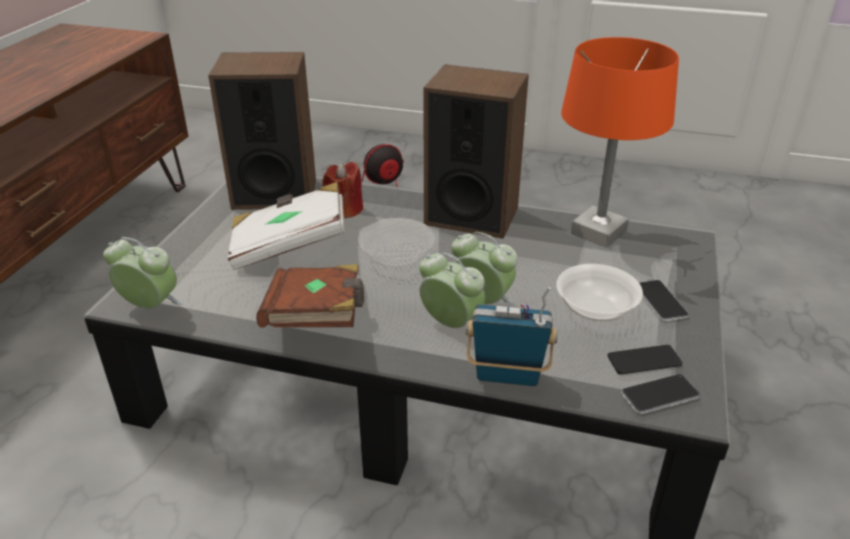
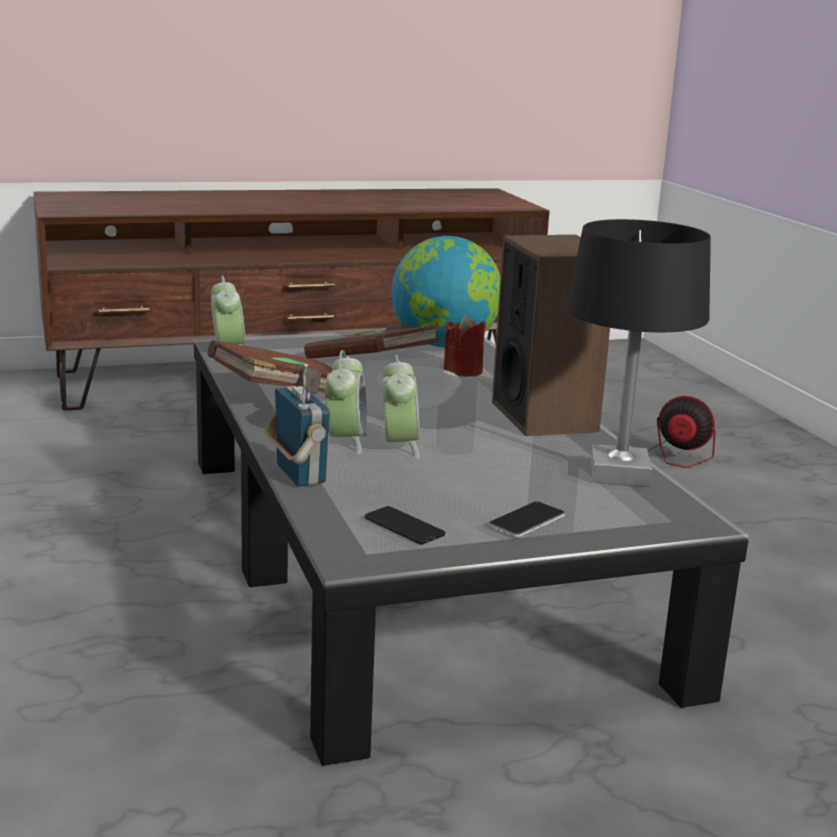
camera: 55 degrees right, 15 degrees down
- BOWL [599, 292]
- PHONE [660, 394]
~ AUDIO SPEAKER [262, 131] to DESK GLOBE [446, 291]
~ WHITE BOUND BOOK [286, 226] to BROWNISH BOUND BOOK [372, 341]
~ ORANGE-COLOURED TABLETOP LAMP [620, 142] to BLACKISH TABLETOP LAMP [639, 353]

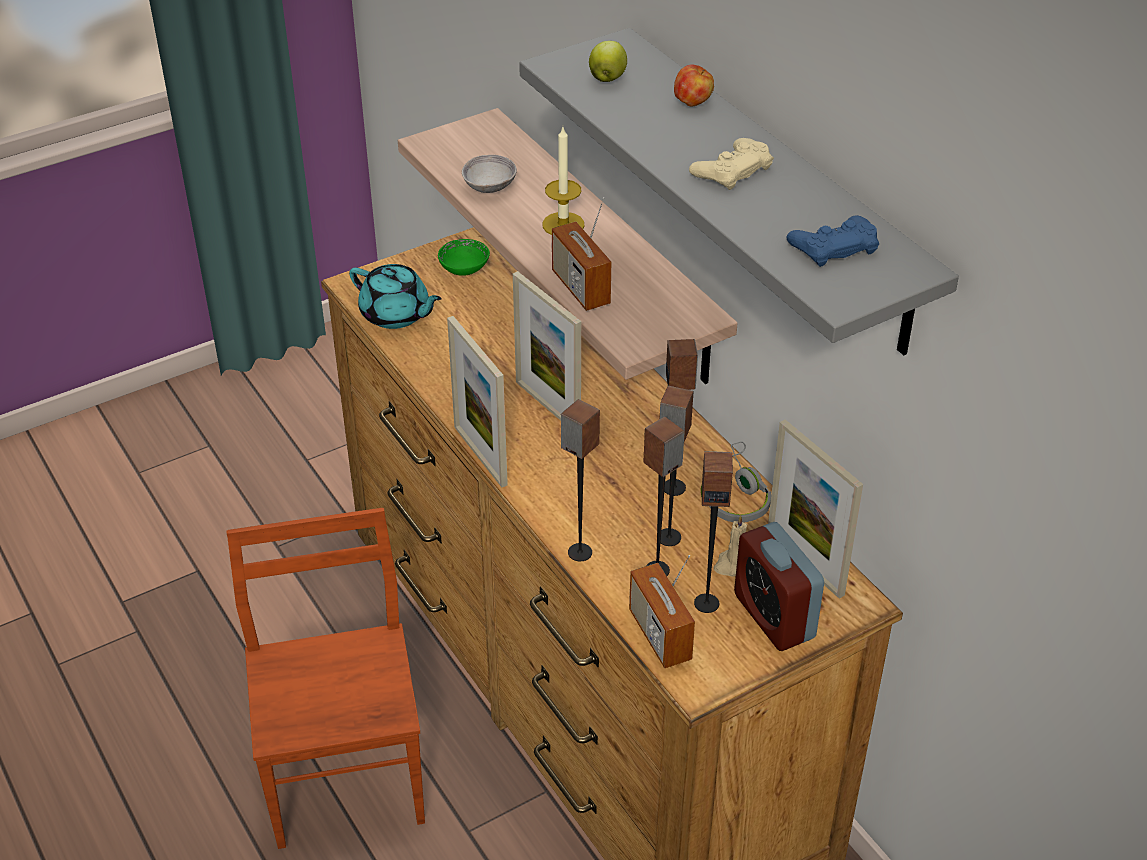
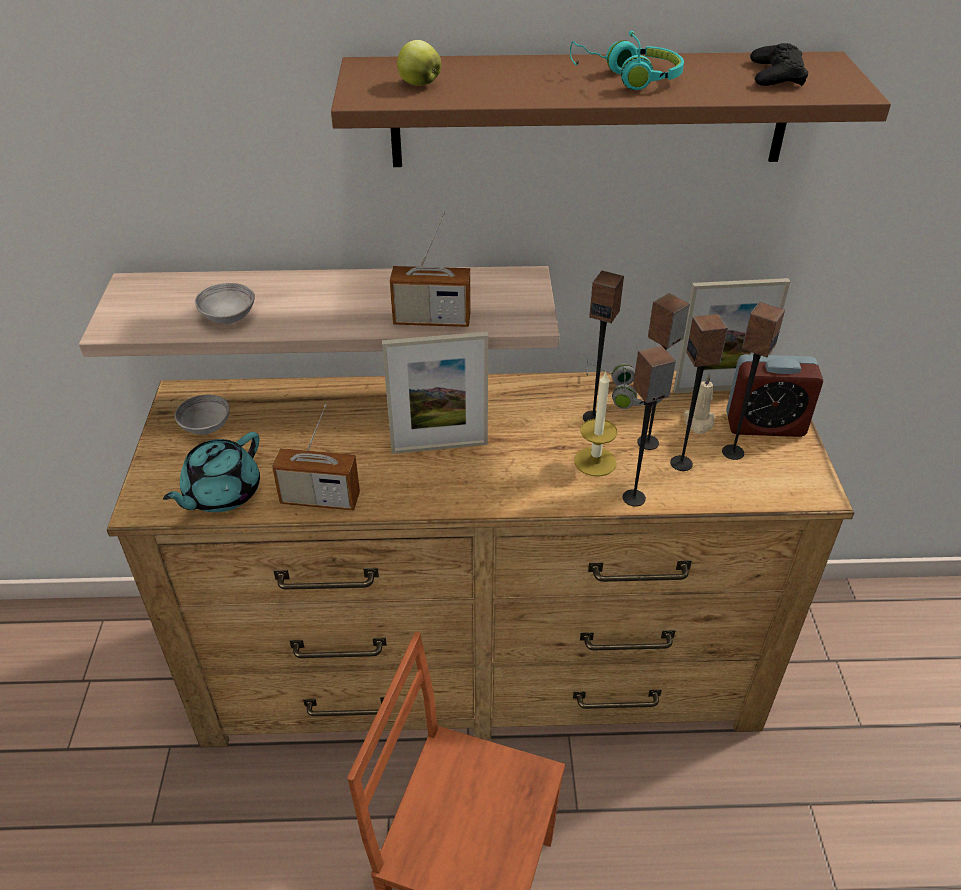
camera: 60 degrees left, 0 degrees up
- PICTURE FRAME [477, 401]
- APPLE [694, 85]
~ CANDLE [563, 181] to [595, 424]
~ RADIO RECEIVER [662, 611] to [316, 457]
~ BEIGE GAMEPAD [731, 164] to TURQUOISE-COLOURED HEADPHONES [627, 60]
~ GREEN BOWL [464, 257] to GRAY BOWL [202, 415]
~ GRAY WALL SHELF [739, 191] to BROWNISH WALL SHELF [611, 109]
~ BLUE-COLOURED GAMEPAD [833, 241] to BLACKISH GAMEPAD [779, 64]
~ TURQUOISE-COLOURED POT FOR TEA [395, 296] = [211, 472] 150 degrees clockwise

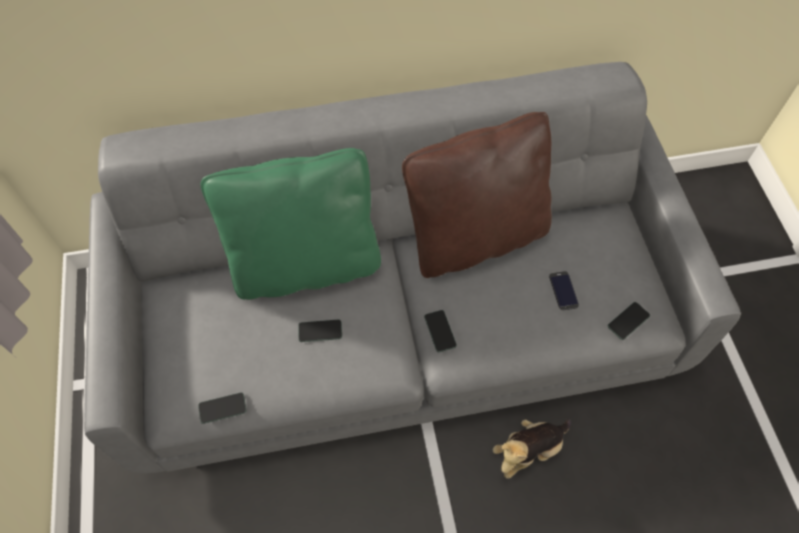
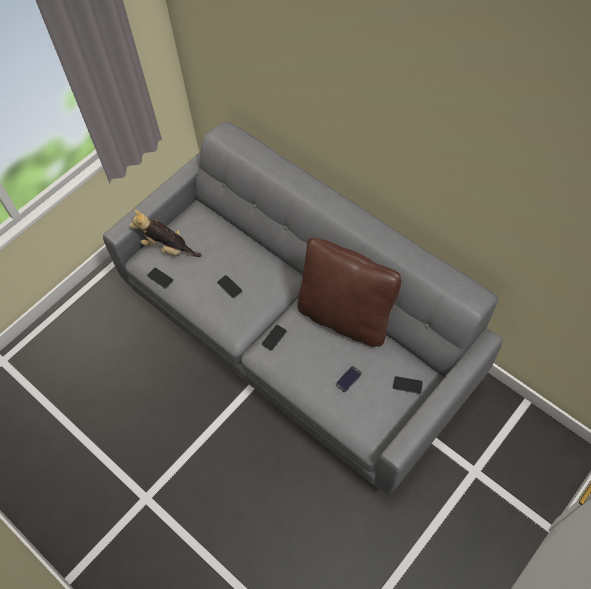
camera: 55 degrees right, 0 degrees up
- GREEN CUSHION [291, 224]
~ PLUSH TOY [532, 449] to [165, 233]
~ PHONE [629, 321] to [408, 385]

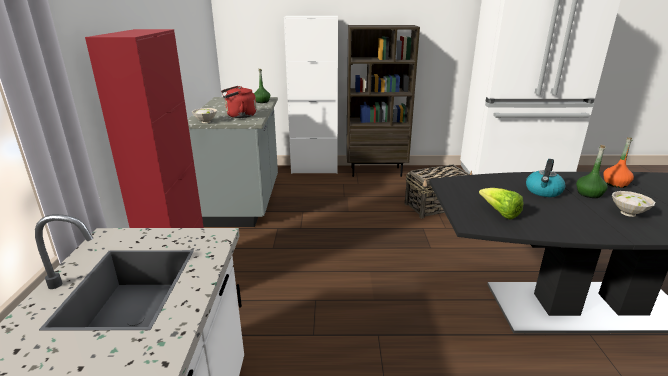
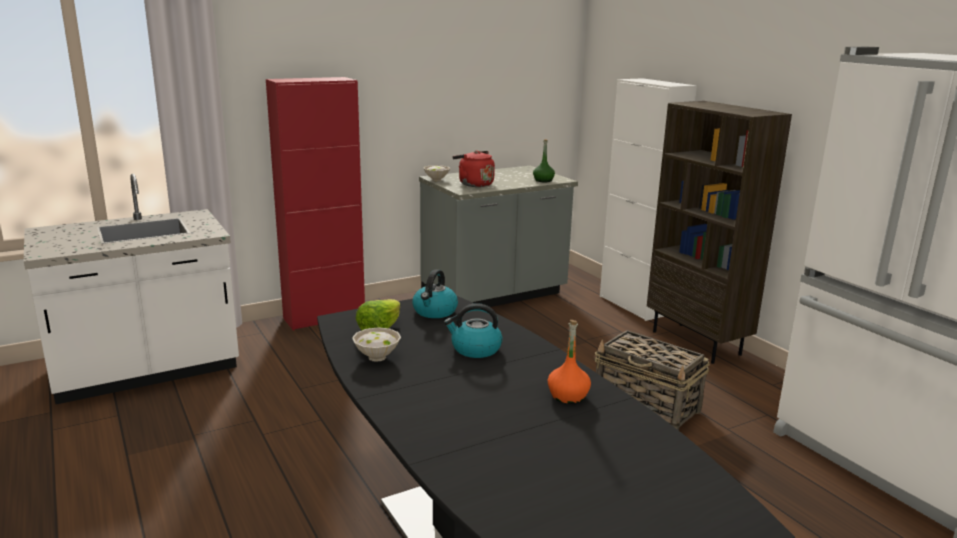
camera: 60 degrees right, 5 degrees down
- GREEN DRINK BOTTLE [592, 171]
+ WATER KETTLE [435, 293]
~ WHITE BOWL [633, 204] to [376, 344]

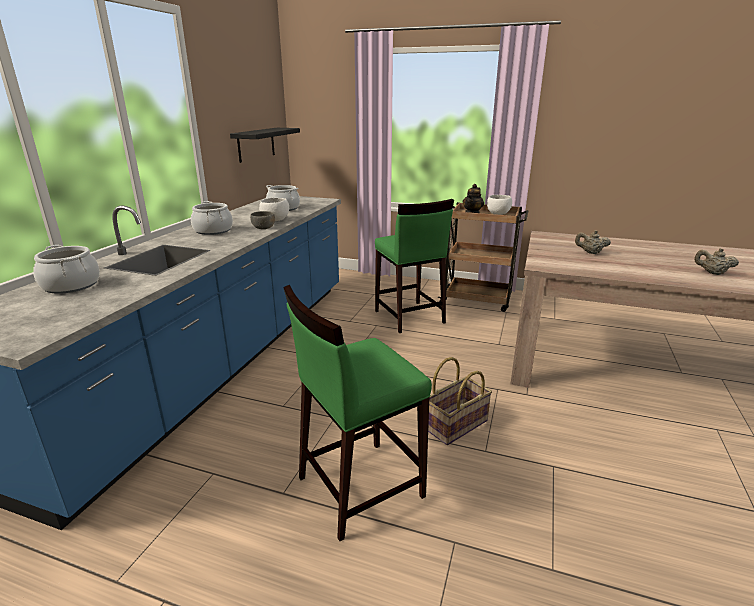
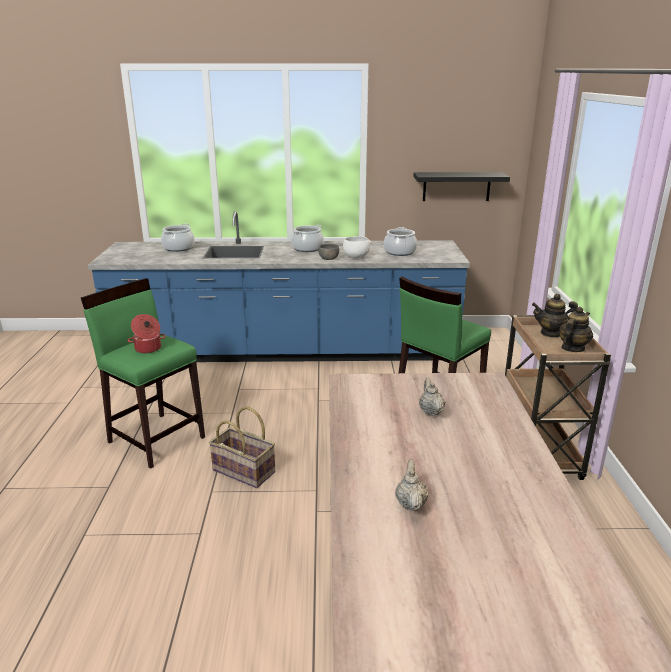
camera: 70 degrees right, 0 degrees up
+ STOCKPOT [147, 333]
~ WHITE BOWL [499, 205] to POT FOR TEA [576, 329]

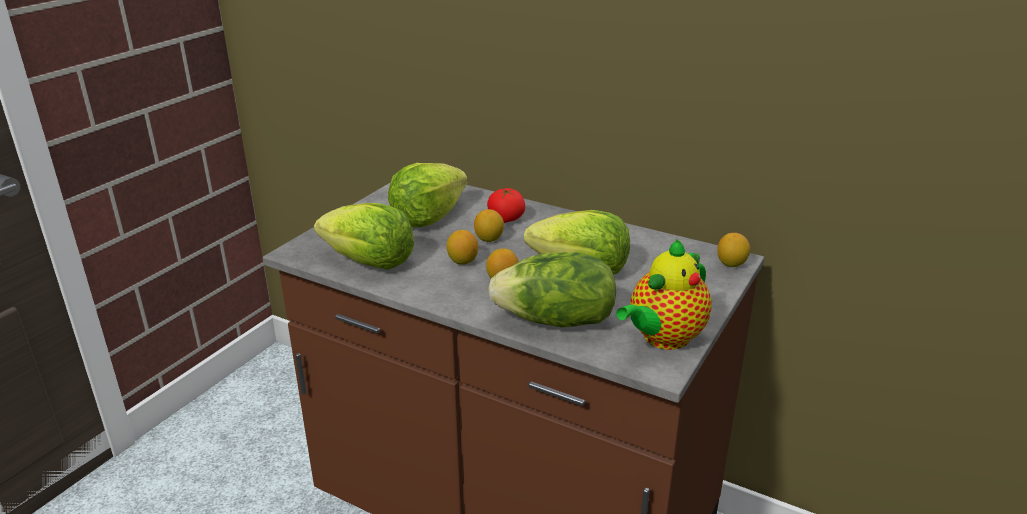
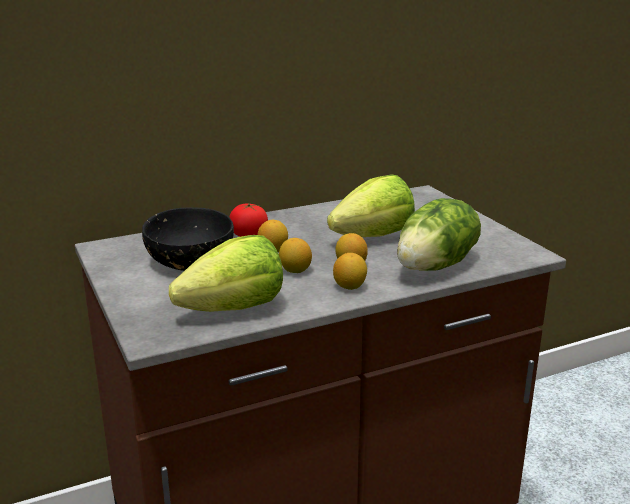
camera: 55 degrees left, 5 degrees down
- POT FOR TEA [664, 294]
~ LEMON [733, 250] to [350, 271]
~ LETTUCE [428, 195] to BLACKISH BOWL [188, 239]

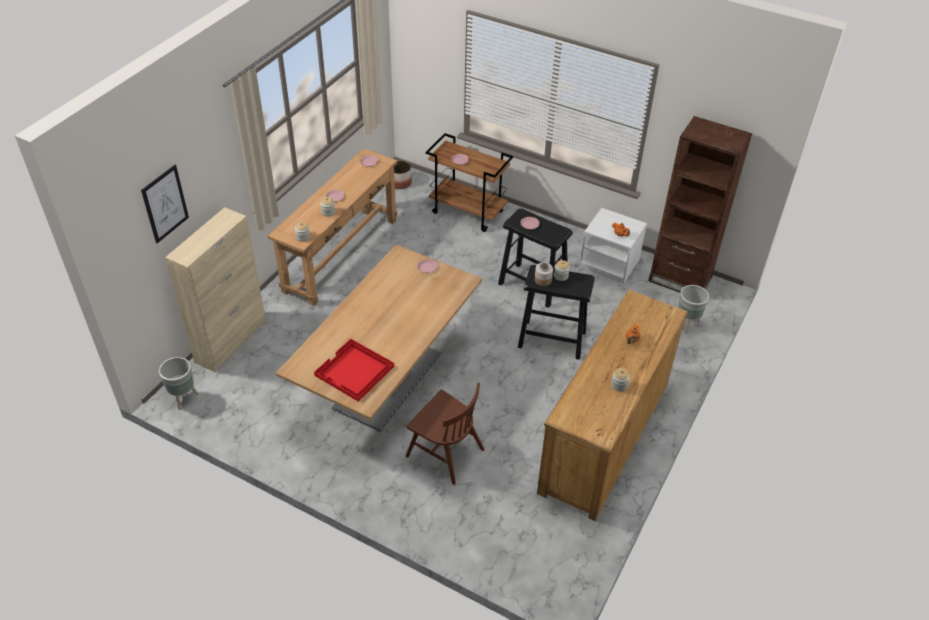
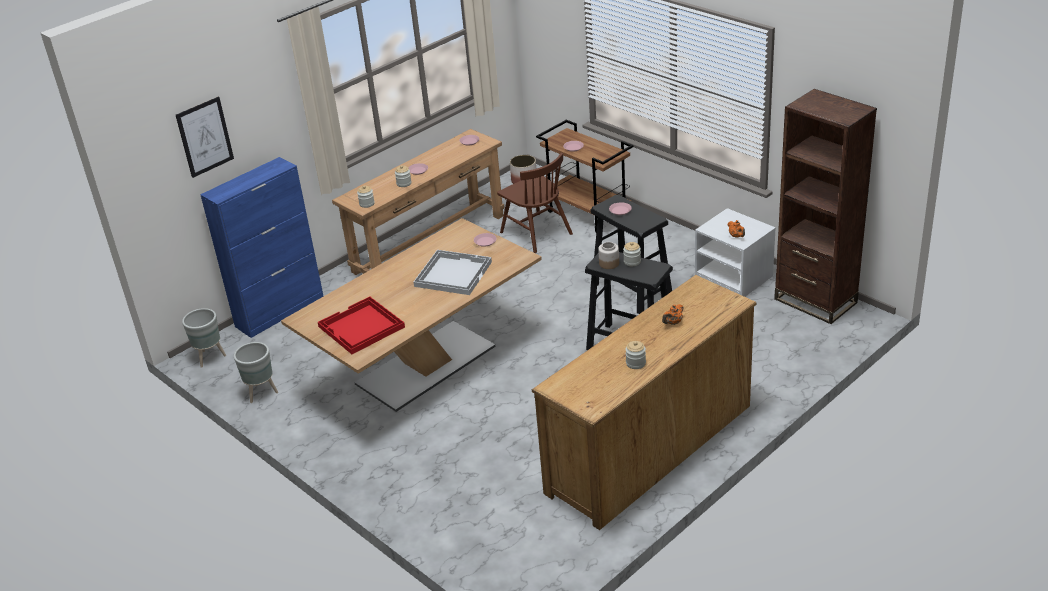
camera: 20 degrees right, 10 degrees down
+ WHITE SERVING TRAY [452, 272]
~ BROWNISH PLAIN CHAIR [445, 434] to [535, 203]
~ GRAY FLOWER POT [693, 309] to [256, 372]
~ BEIGE STORAGE CABINET [215, 289] to BLUE-COLOURED STORAGE CABINET [261, 247]

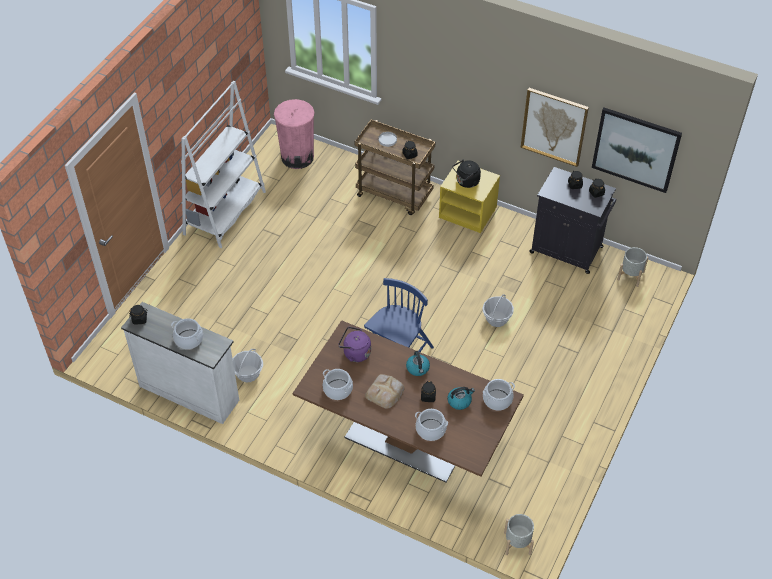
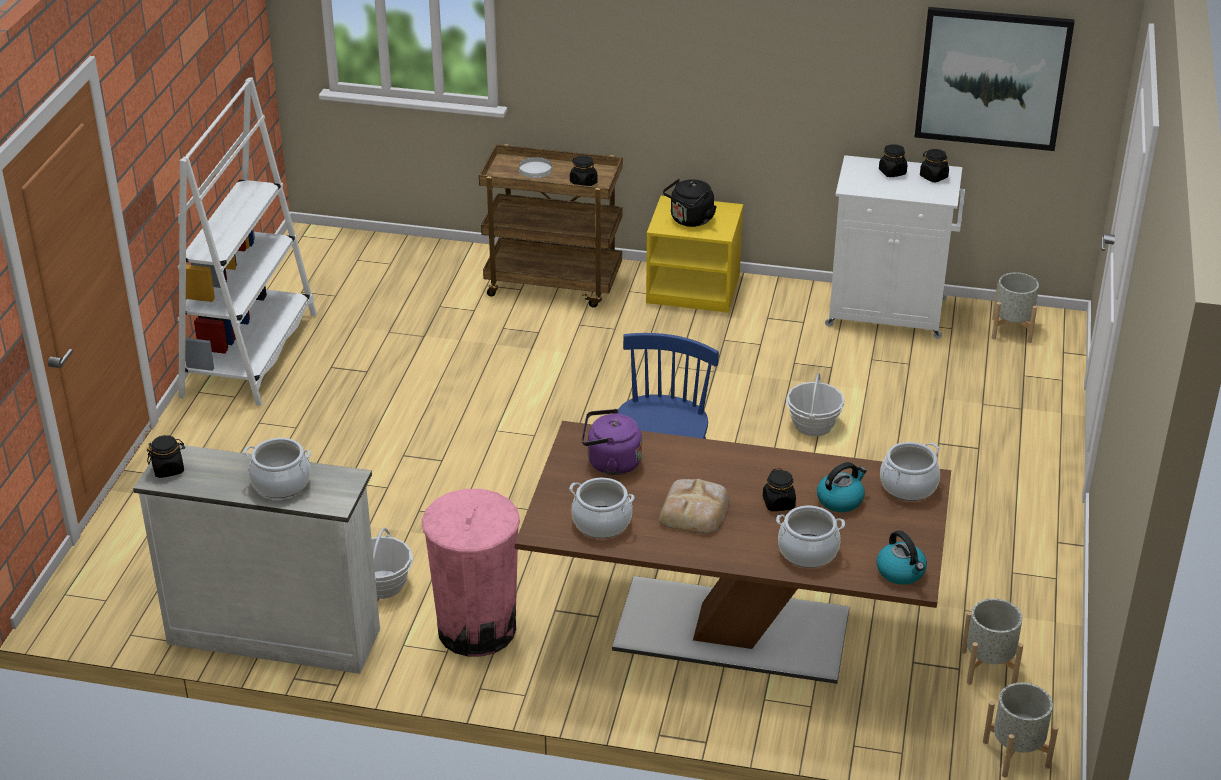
camera: 15 degrees left, 15 degrees down
- WALL PICTURE [555, 127]
+ GRAY FLOWER POT [992, 641]
~ PINK TRASH CAN [294, 134] to [471, 573]
~ WATER KETTLE [418, 363] to [902, 557]
~ BLACKISH STORAGE CABINET [572, 220] to WHITE STORAGE CABINET [895, 247]

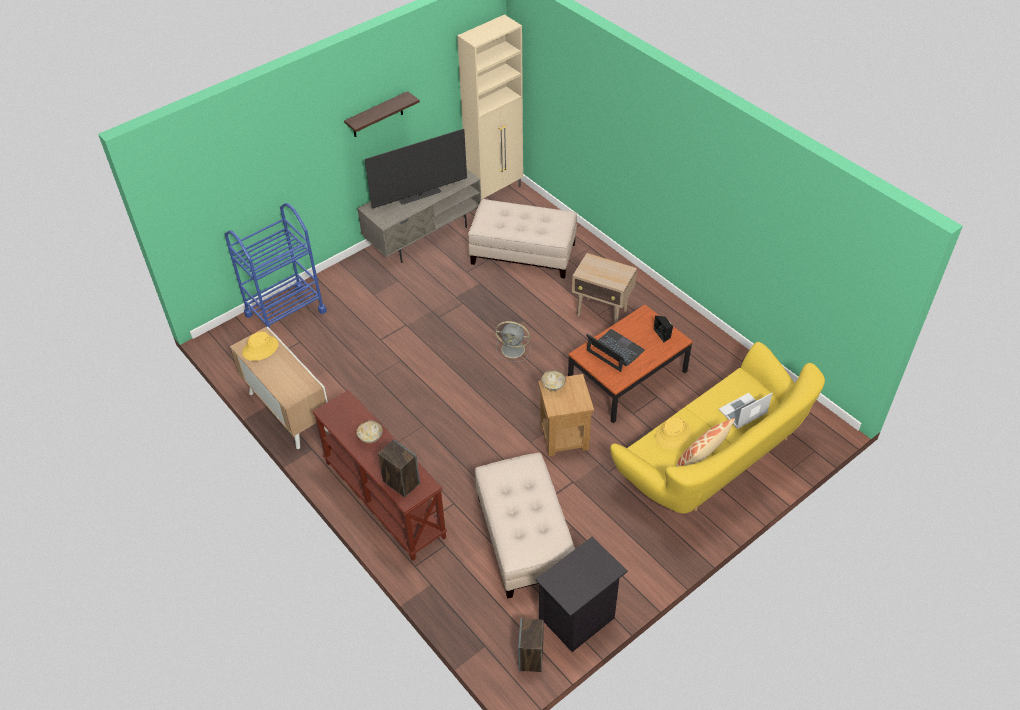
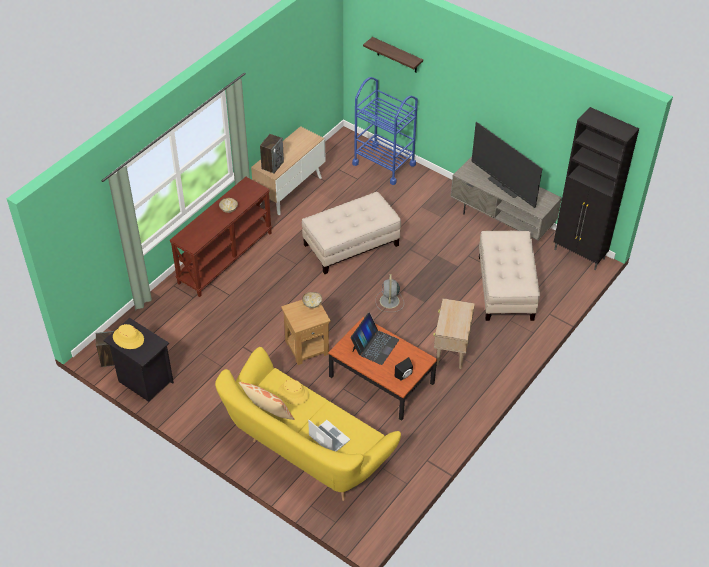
camera: 75 degrees right, 0 degrees up
~ YELLOW HAT [260, 346] to [128, 336]
~ WALL SHELF [382, 114] to [393, 54]
~ AUDIO SPEAKER [399, 468] to [272, 154]
~ BEIGE OTTOMAN [525, 526] to [351, 233]
~ BEIGE STORAGE CABINET [490, 107] to BLACKISH STORAGE CABINET [596, 188]

